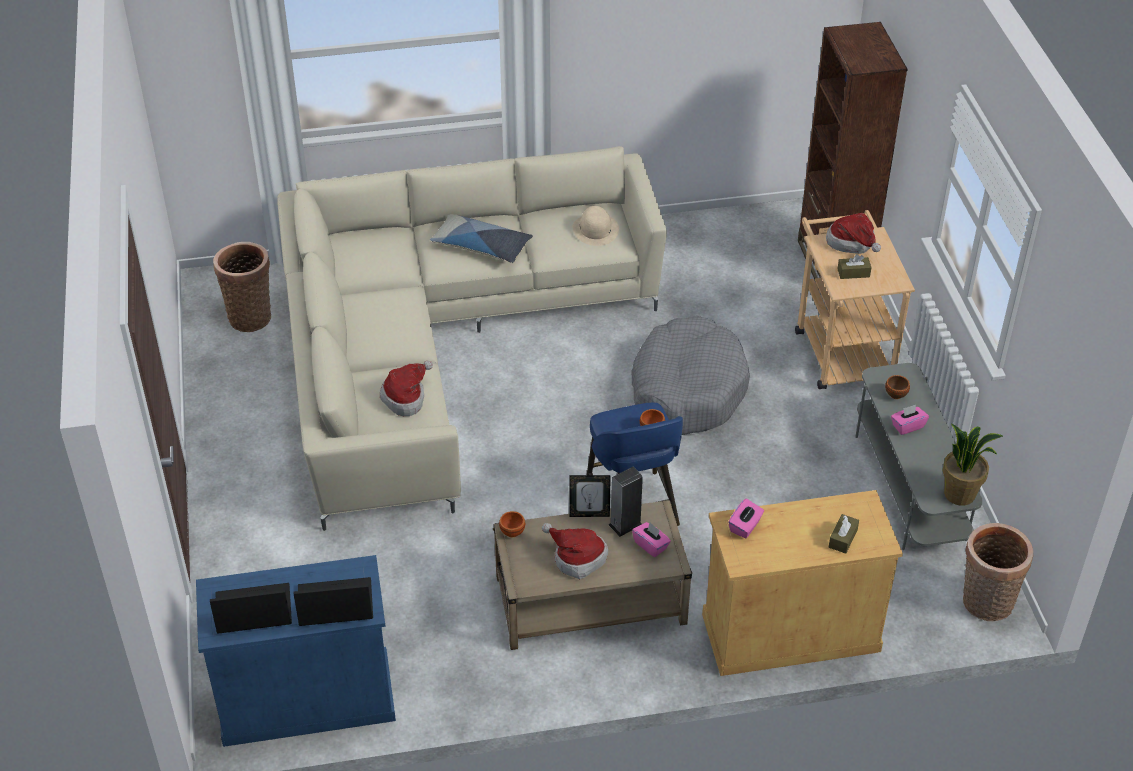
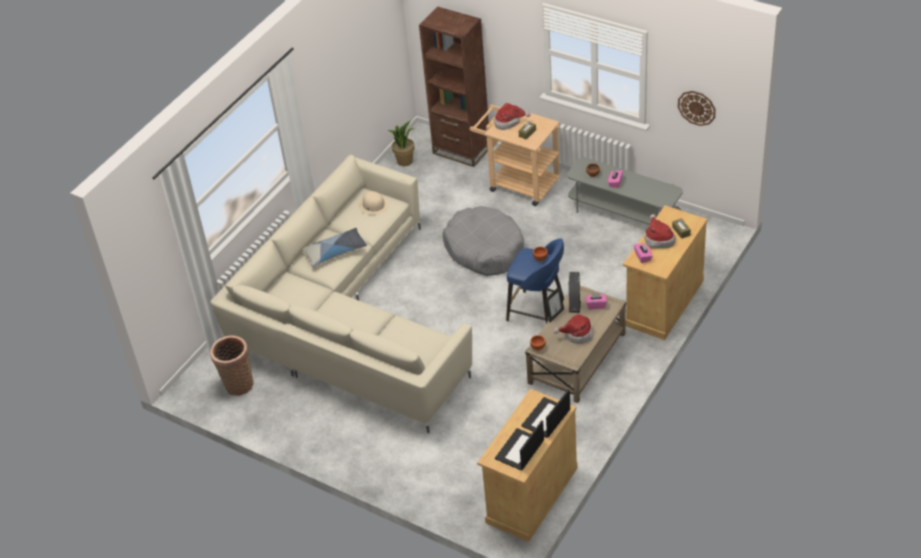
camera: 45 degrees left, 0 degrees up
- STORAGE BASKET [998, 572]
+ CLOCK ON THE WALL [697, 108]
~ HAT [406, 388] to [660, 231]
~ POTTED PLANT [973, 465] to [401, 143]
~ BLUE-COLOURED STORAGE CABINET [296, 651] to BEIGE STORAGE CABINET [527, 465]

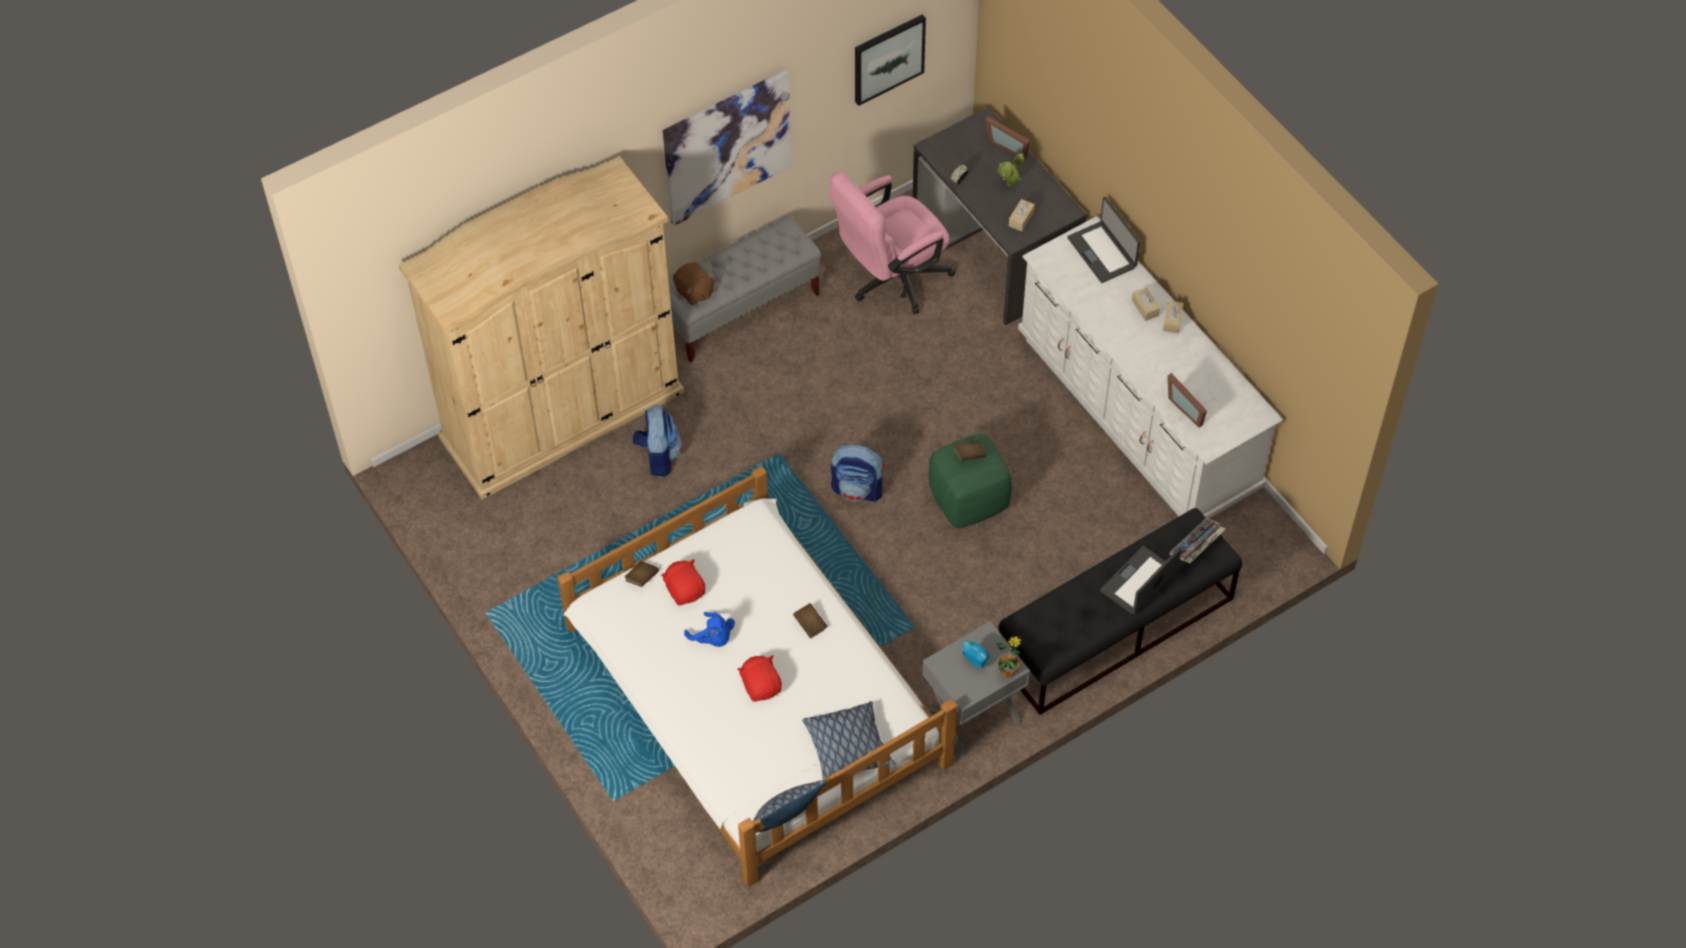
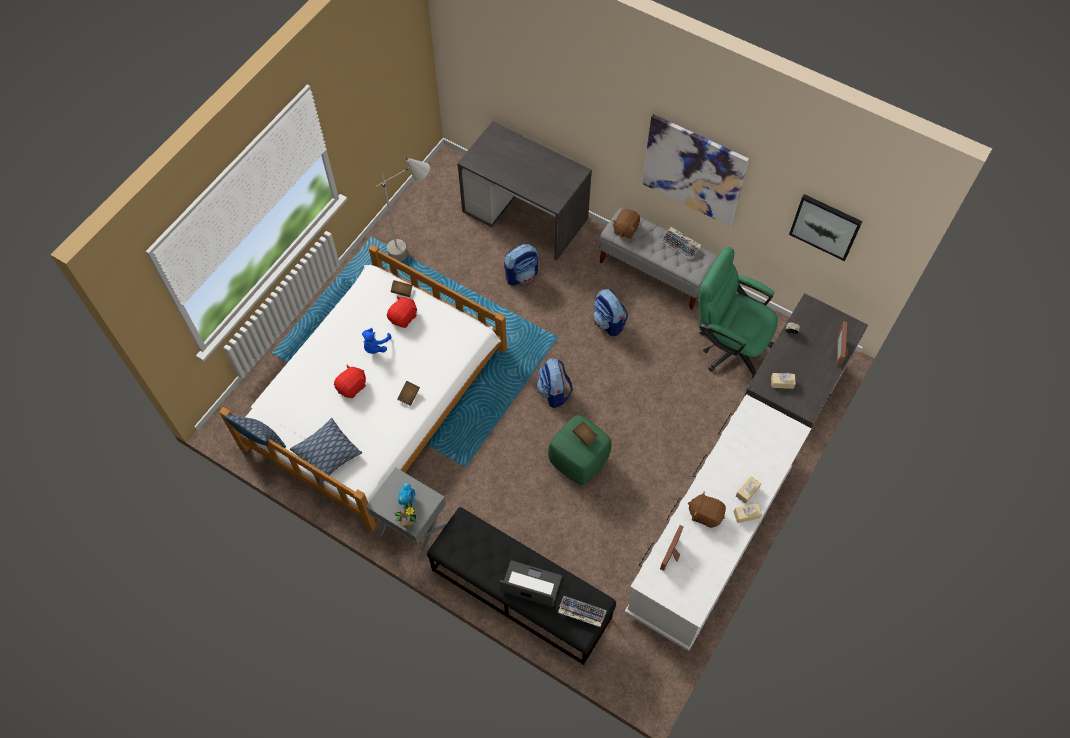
camera: 65 degrees right, 5 degrees up
- POTTED PLANT [1011, 169]
- PORTABLE COMPUTER [1103, 240]
+ GRAY FLOOR LAMP [403, 210]
+ KNAPSACK [610, 312]
+ KEYBOARD [681, 243]
+ BROWNISH PLUSH TOY [707, 510]
~ BEIGE CLOTHES CUPBOARD [541, 328] to GRAY DESK UNIT [524, 191]
~ PINK DESK CHAIR [892, 243] to GREEN DESK CHAIR [738, 312]

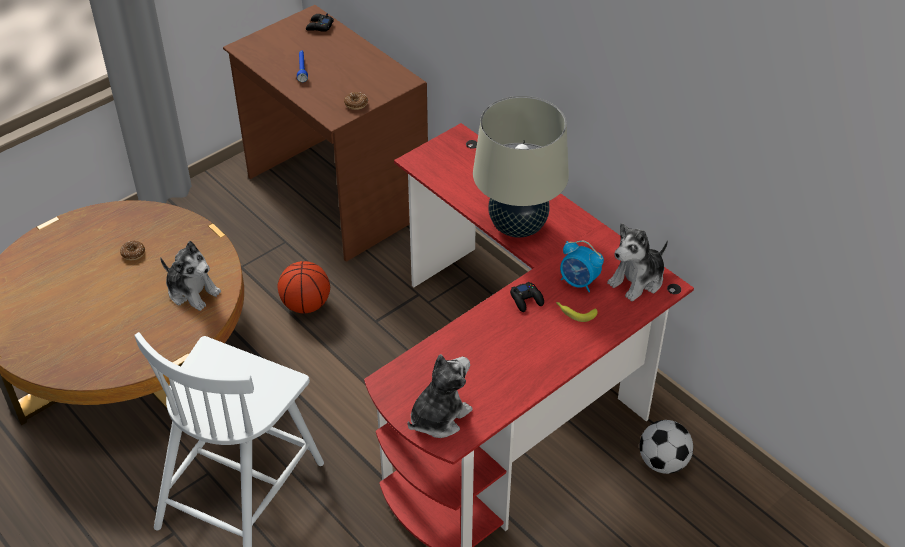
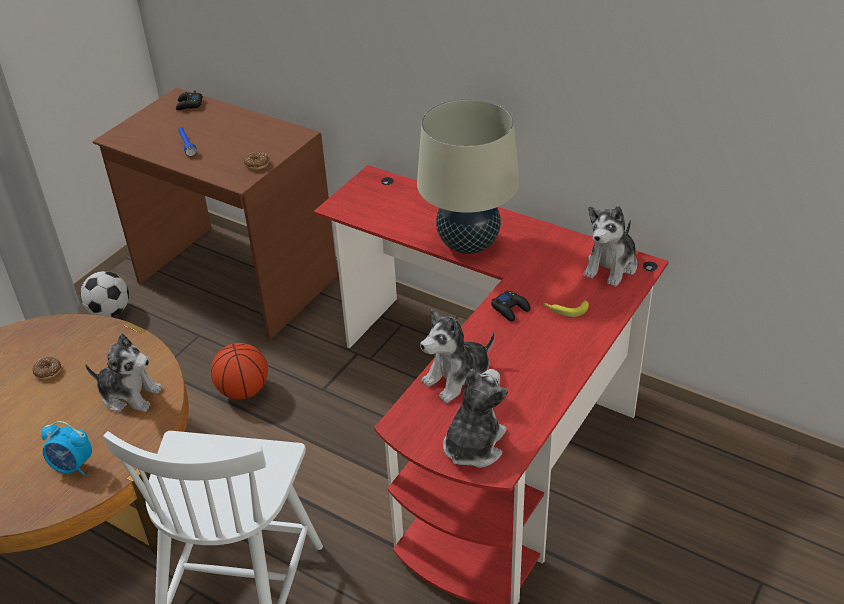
camera: 15 degrees left, 5 degrees down
+ PLUSH TOY [457, 356]
~ TABLE CLOCK [582, 266] to [66, 448]
~ FOOTBALL BALL [666, 447] to [104, 294]

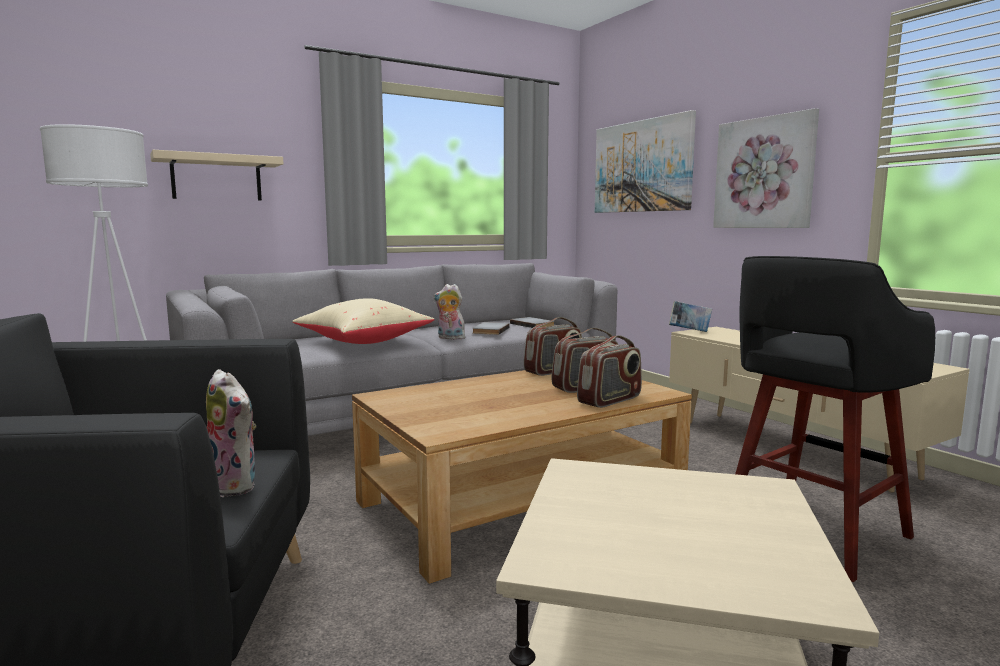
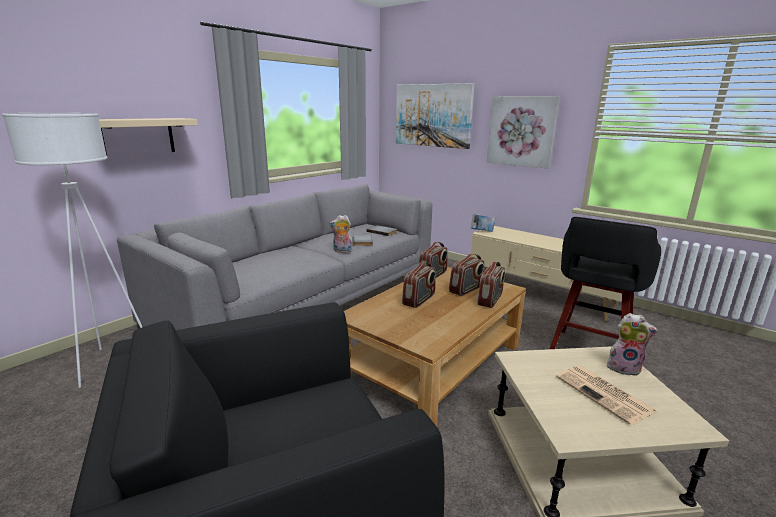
camera: 20 degrees left, 10 degrees up
- BEIGE CUSHION [363, 321]
+ RADIO RECEIVER [419, 285]
+ PRINTED PAPER [606, 395]
~ PLUSH TOY [231, 433] to [632, 344]

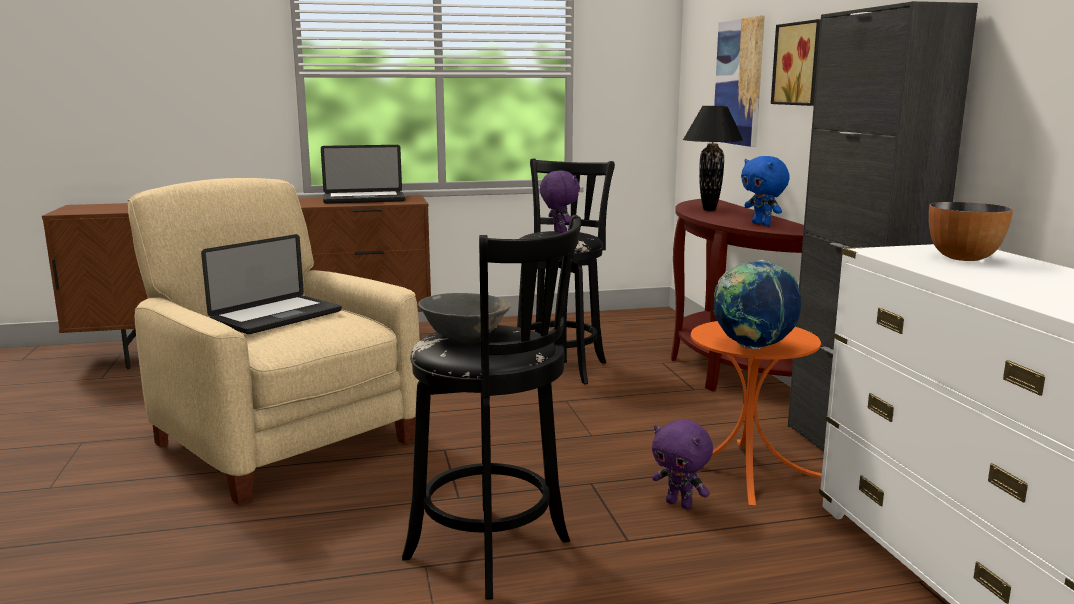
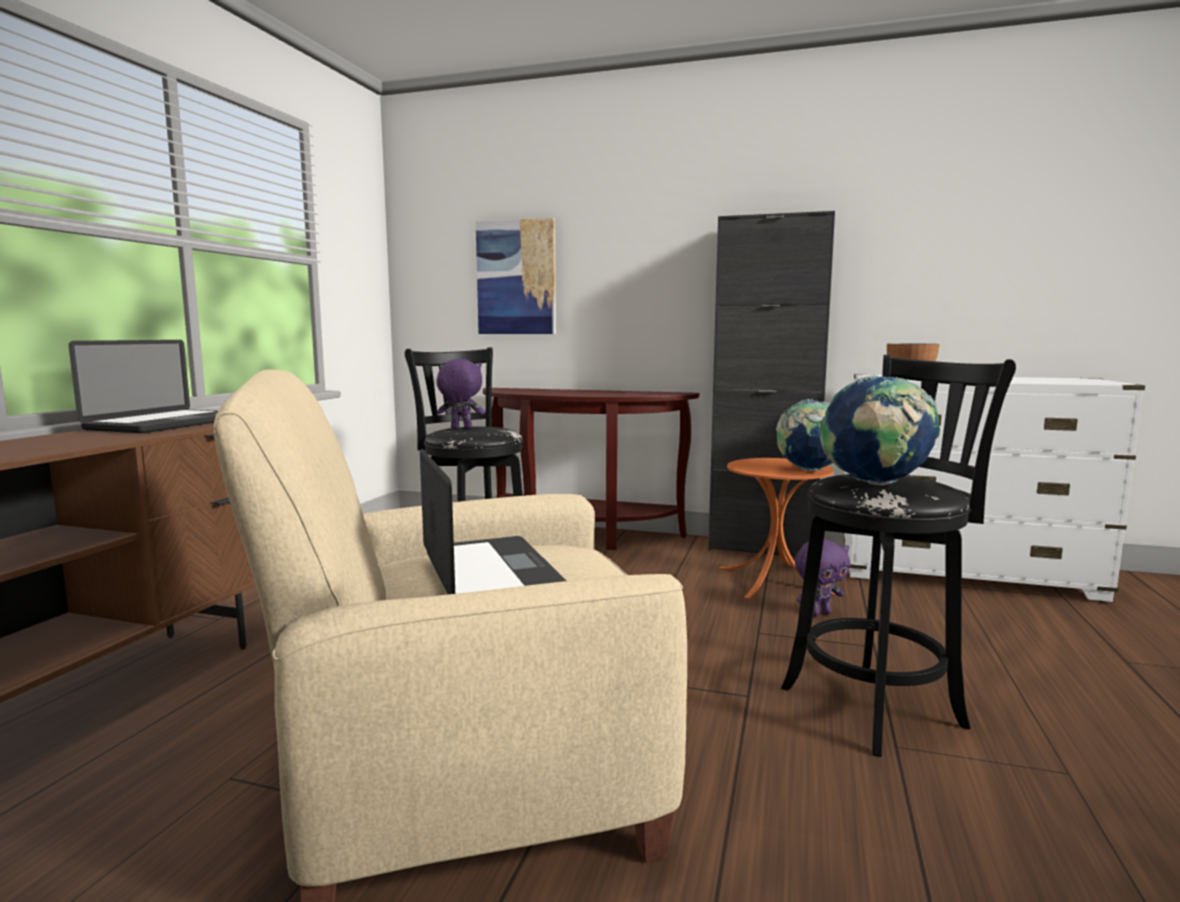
camera: 60 degrees left, 5 degrees down
- BLACKISH TABLETOP LAMP [713, 158]
- BLUE-COLOURED PLUSH TOY [765, 191]
- WALL PICTURE [796, 62]
~ GRAY BOWL [464, 316] to DESK GLOBE [880, 430]

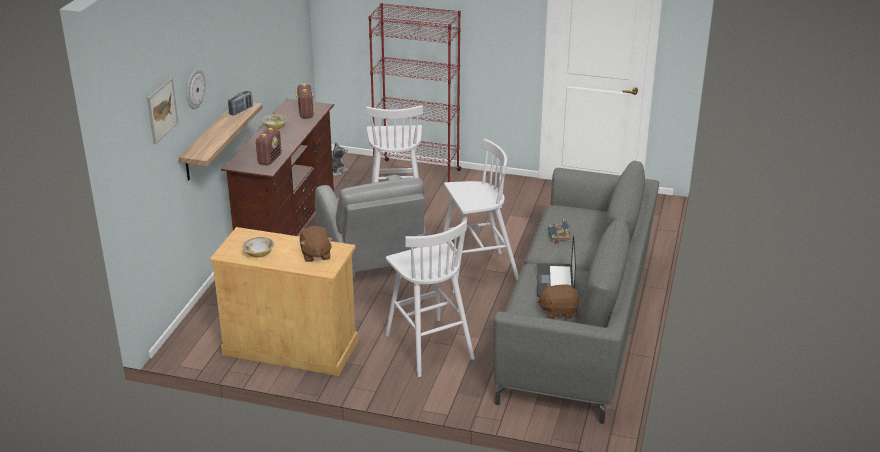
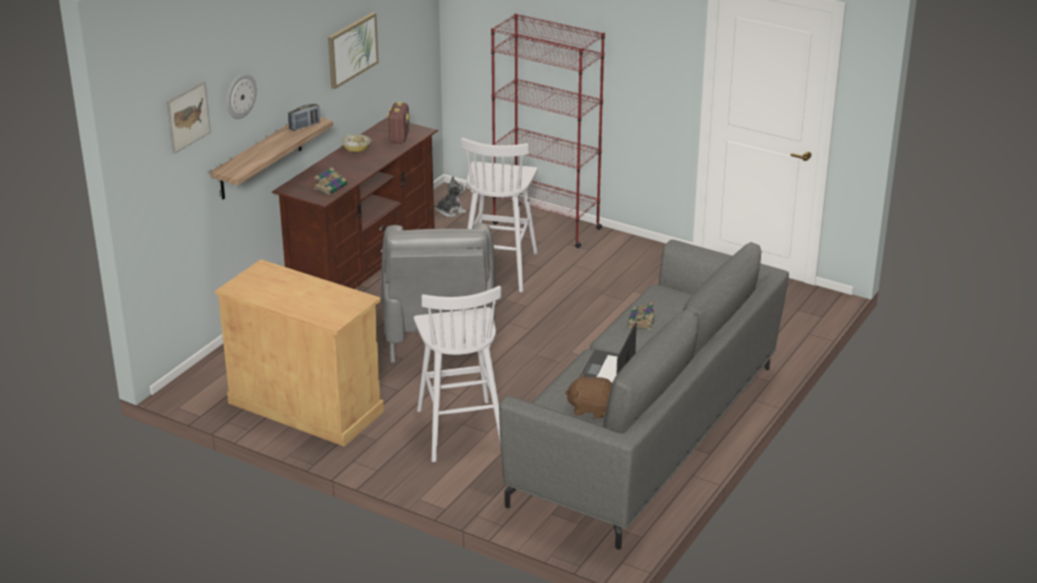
camera: 15 degrees right, 0 degrees up
- BOWL [258, 247]
- BROWNISH PLUSH TOY [316, 244]
- WHITE SITTING STOOL [481, 216]
+ WALL PICTURE [353, 50]
~ RADIO RECEIVER [268, 146] to BOUND BOOK [330, 181]

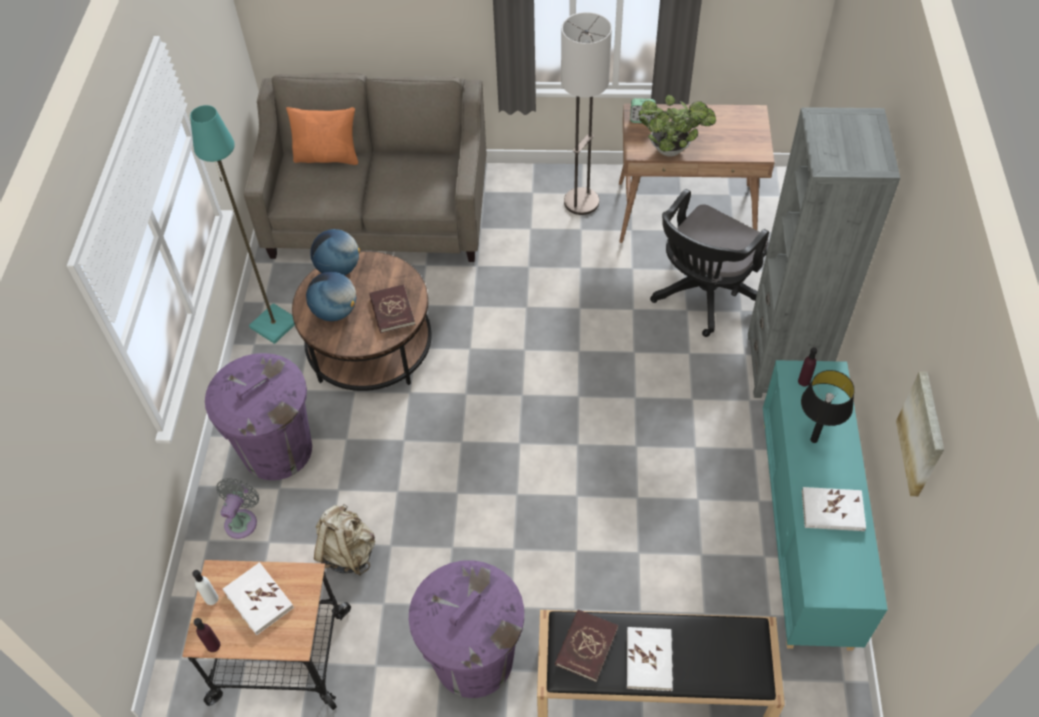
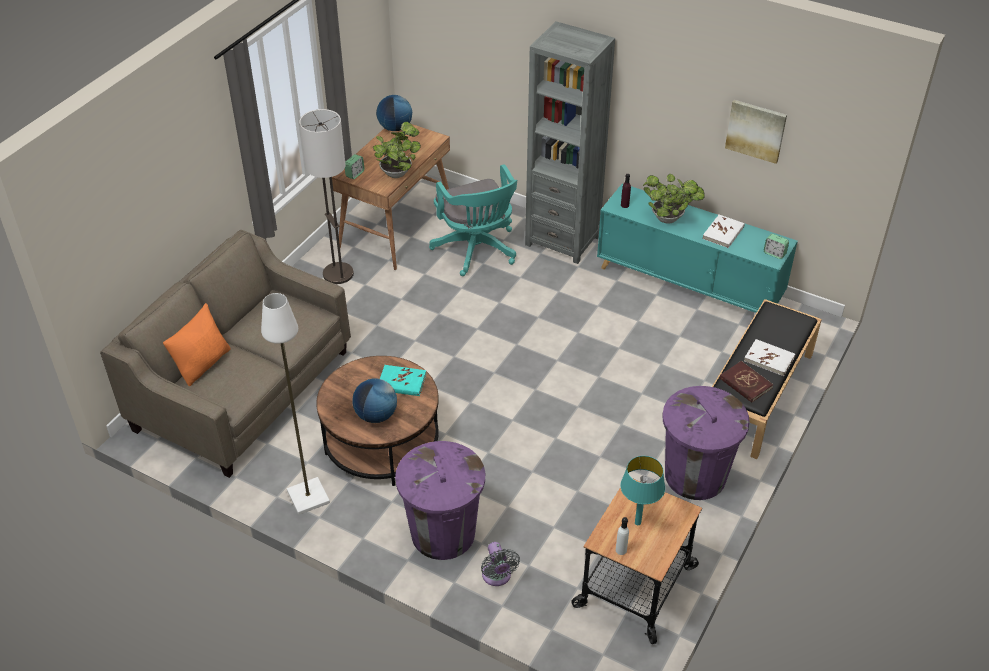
camera: 65 degrees left, 10 degrees down
- PURPLE-COLOURED DRINK BOTTLE [207, 635]
- BEIGE KNAPSACK [344, 540]
+ TABLE CLOCK [776, 246]
~ DESK GLOBE [335, 252] to [394, 113]
~ WHITE BOUND BOOK [258, 598] to TURQUOISE-COLOURED TABLETOP LAMP [642, 490]
~ BLACKISH TABLETOP LAMP [828, 406] to POTTED PLANT [674, 199]
~ TURQUOISE-COLOURED FLOOR LAMP [242, 224] to WHITE FLOOR LAMP [295, 404]
~ RED-COLOURED BOUND BOOK [392, 308] to TURQUOISE-COLOURED BOUND BOOK [403, 380]
~ BLACKISH DESK CHAIR [709, 263] to TURQUOISE-COLOURED DESK CHAIR [473, 220]
~ GRAY ELECTRIC FAN [237, 508] = [500, 564] 150 degrees counterclockwise

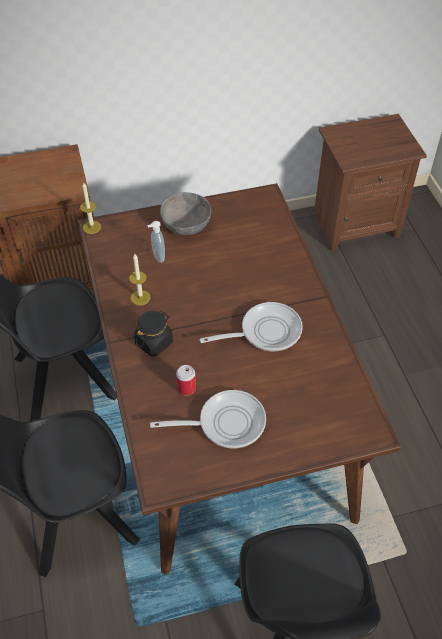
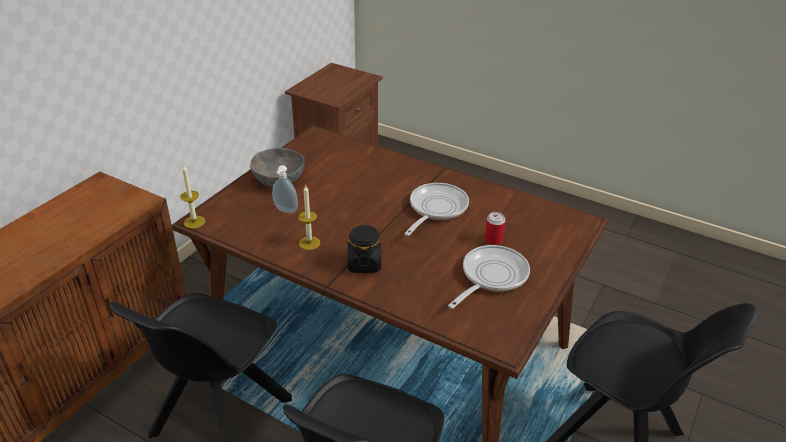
camera: 45 degrees left, 15 degrees down
~ SEALED CAN [186, 380] to [495, 228]

